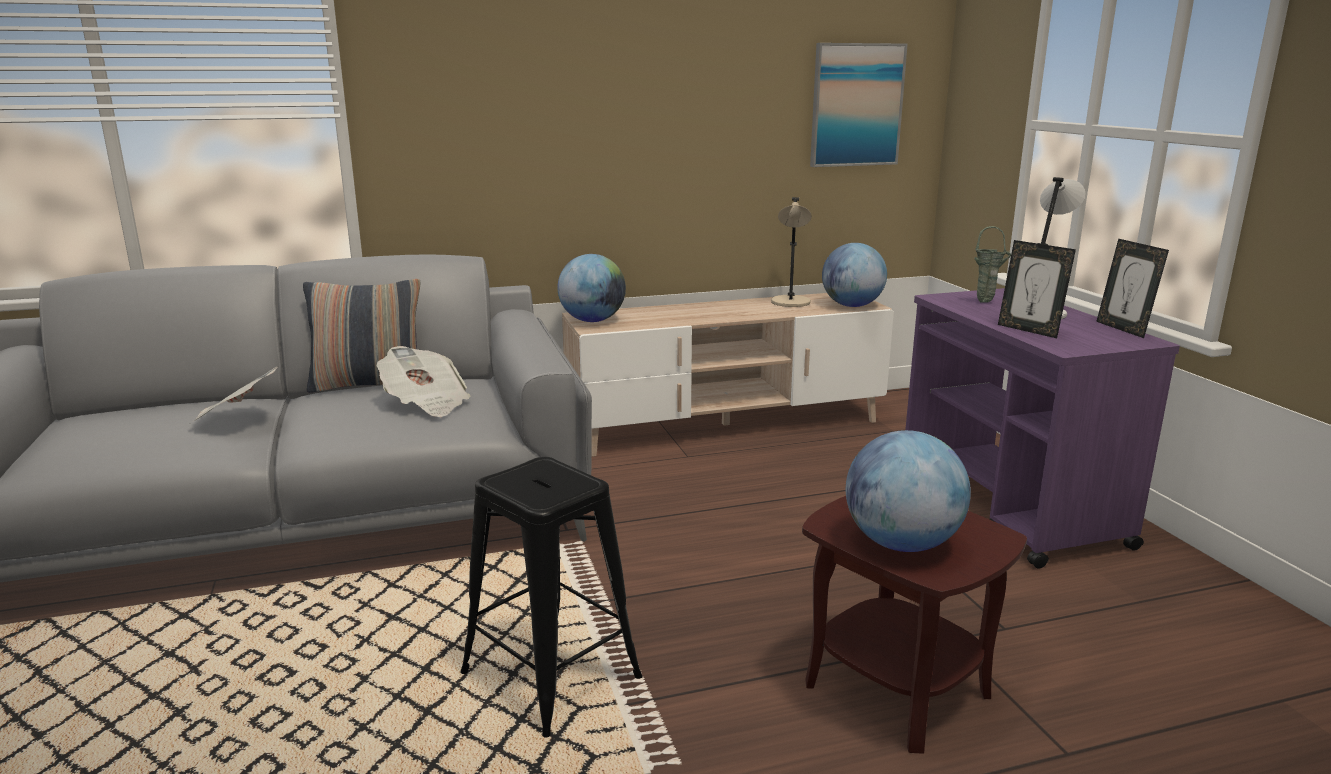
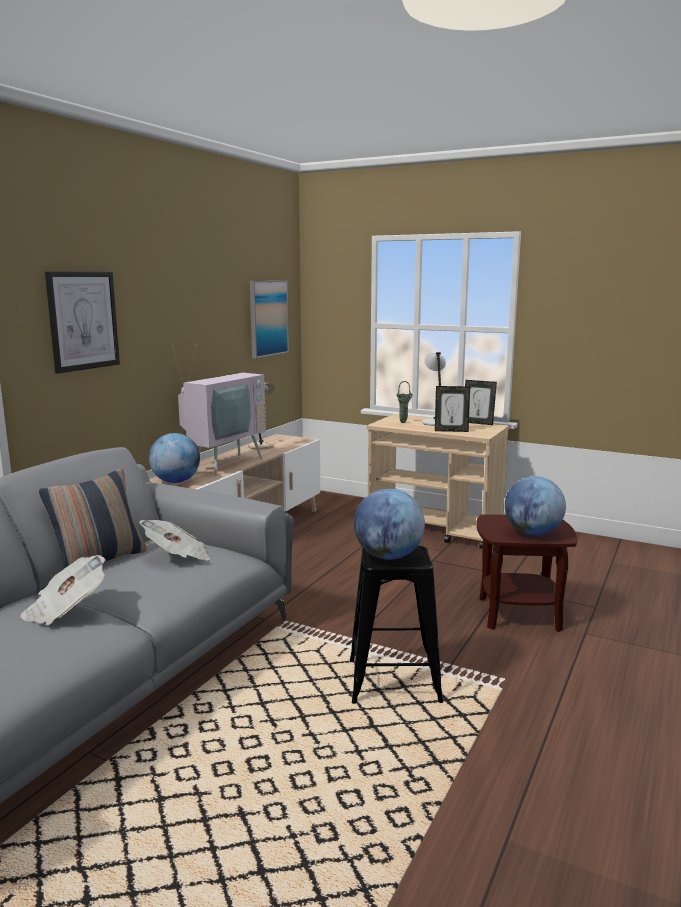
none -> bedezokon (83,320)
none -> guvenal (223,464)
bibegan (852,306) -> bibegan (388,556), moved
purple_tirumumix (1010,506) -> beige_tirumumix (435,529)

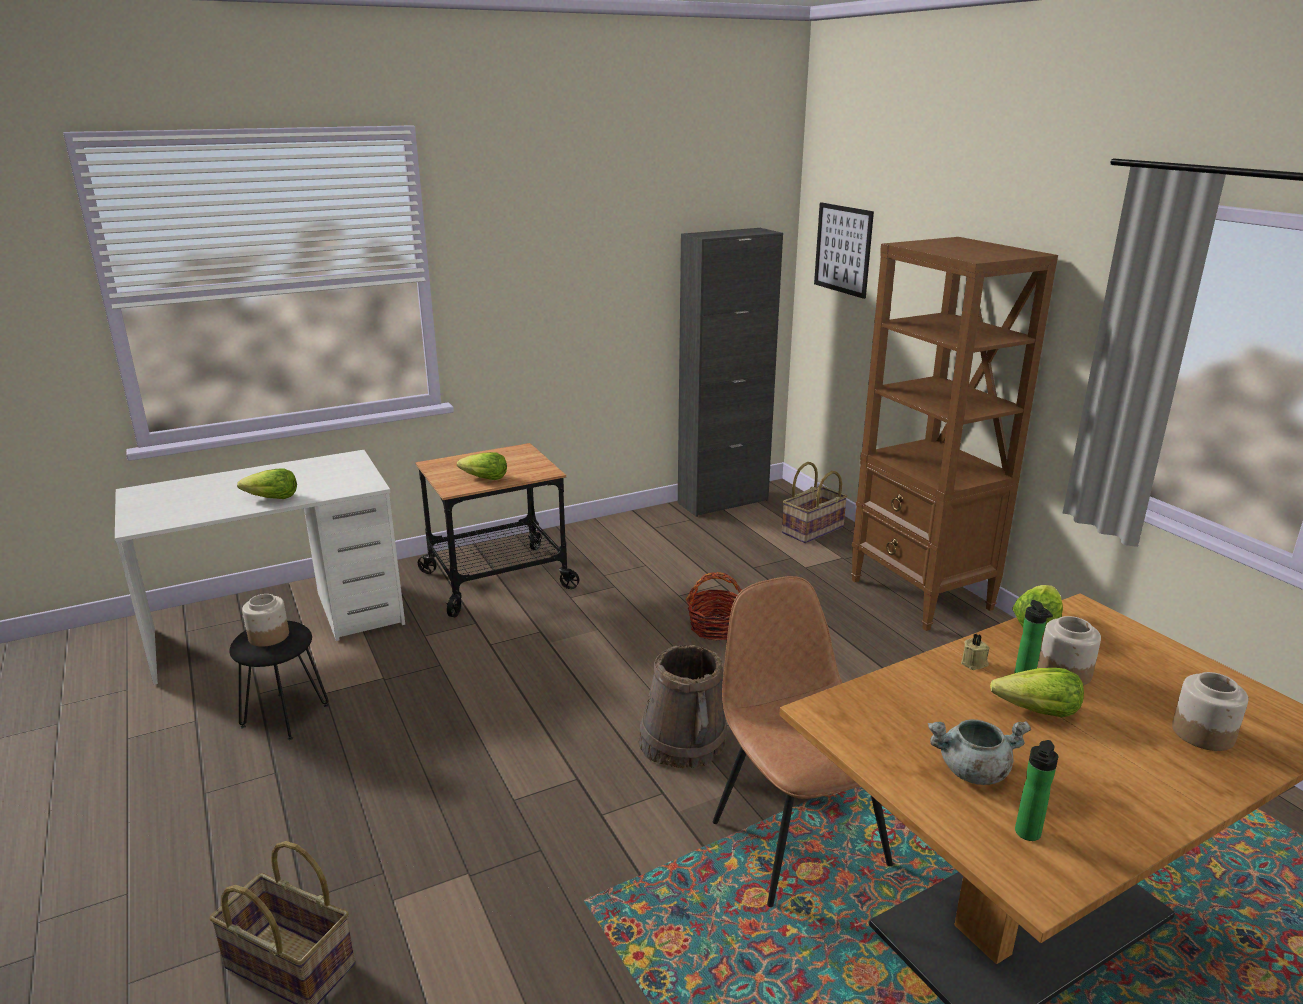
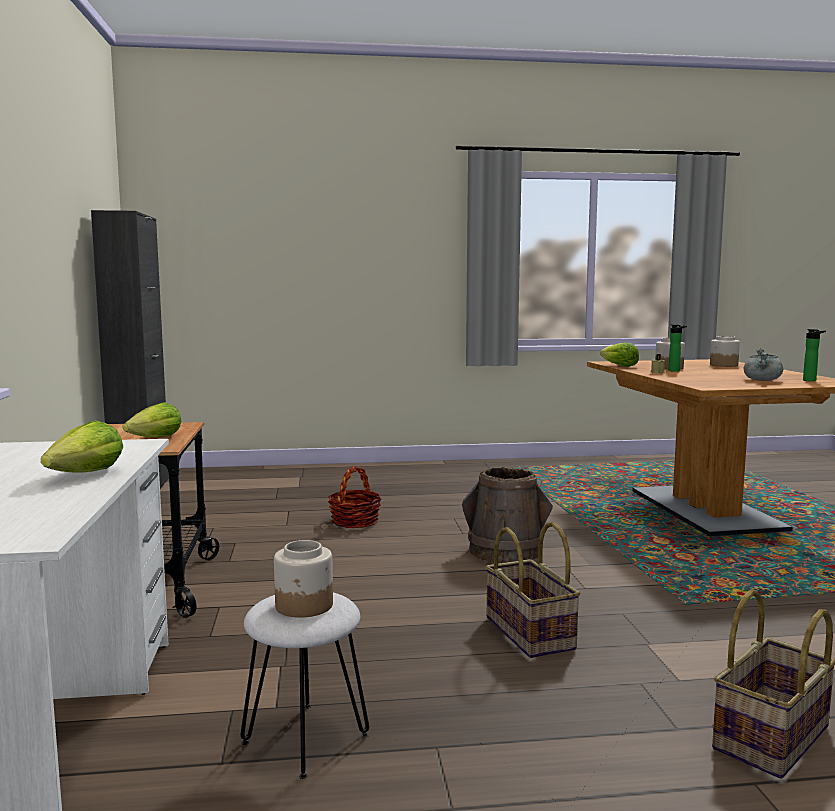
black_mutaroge (284,716) -> white_mutaroge (306,739)
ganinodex (813,530) -> ganinodex (531,633), moved
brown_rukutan (797,840) -> none
bedezokon (843,249) -> none
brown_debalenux (921,595) -> none
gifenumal (1037,712) -> none

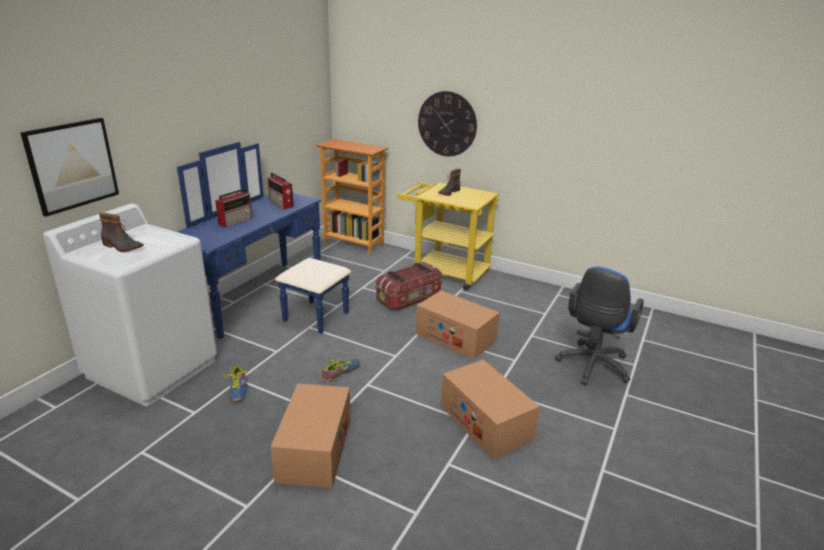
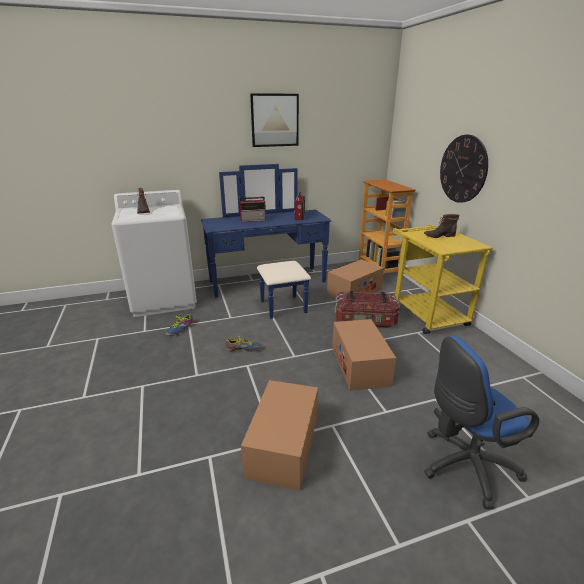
bedezokon (72,165) -> bedezokon (274,120), moved
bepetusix (314,449) -> bepetusix (354,291), moved

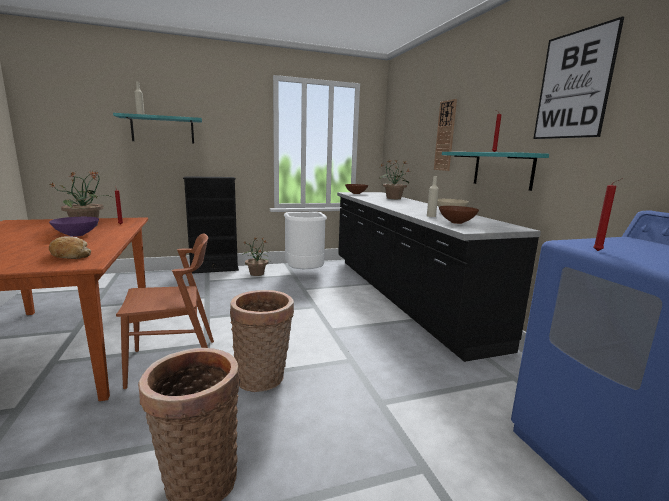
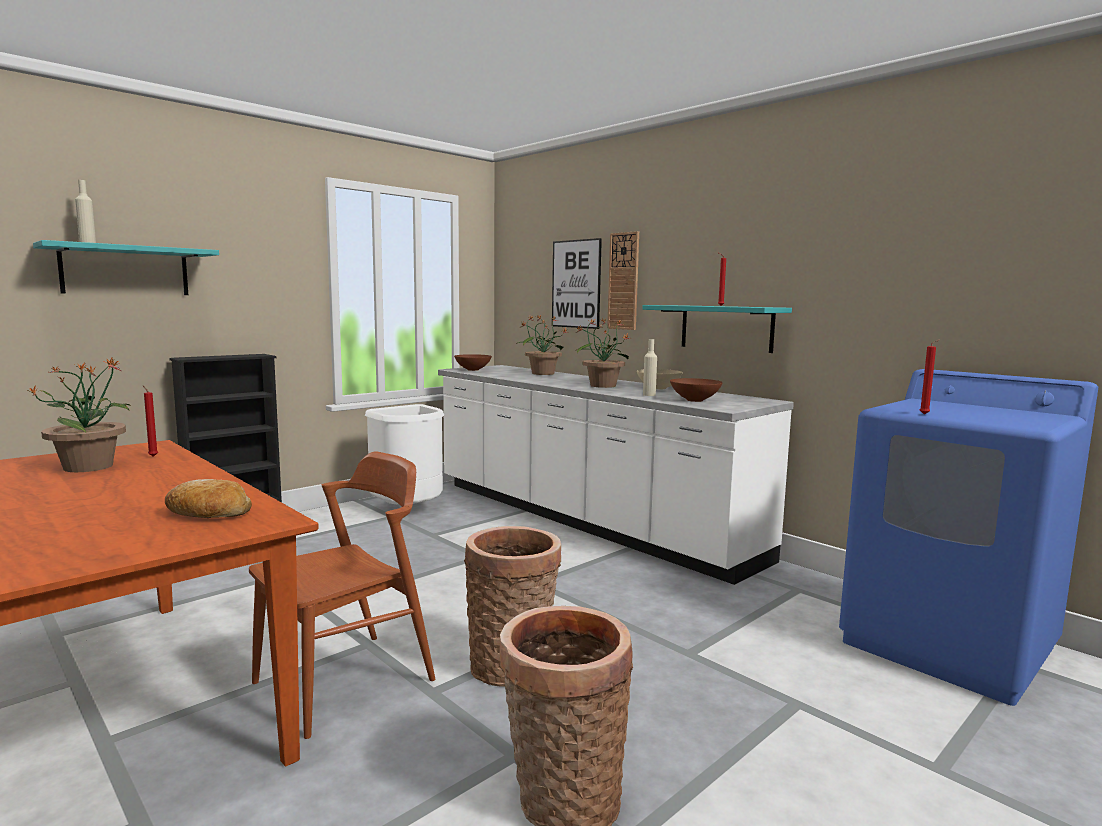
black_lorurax (401,295) -> white_lorurax (584,519)
bedezokon (573,85) -> bedezokon (576,284), moved
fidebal (256,273) -> fidebal (602,385), moved
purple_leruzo (76,235) -> none

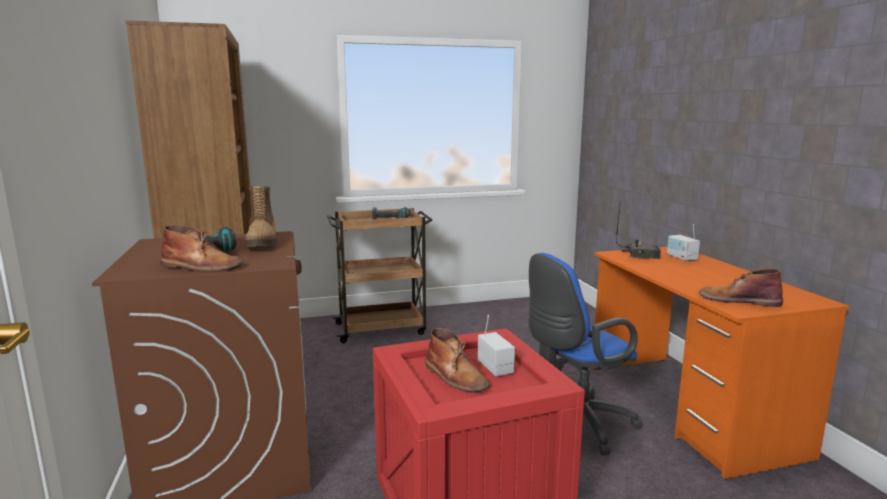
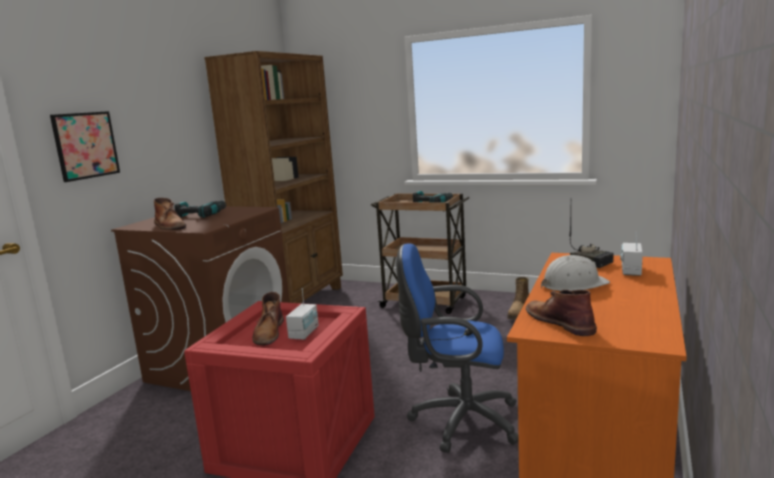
none -> bedezokon (86,145)
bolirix (263,244) -> bolirix (520,314), moved
none -> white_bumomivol (573,284)

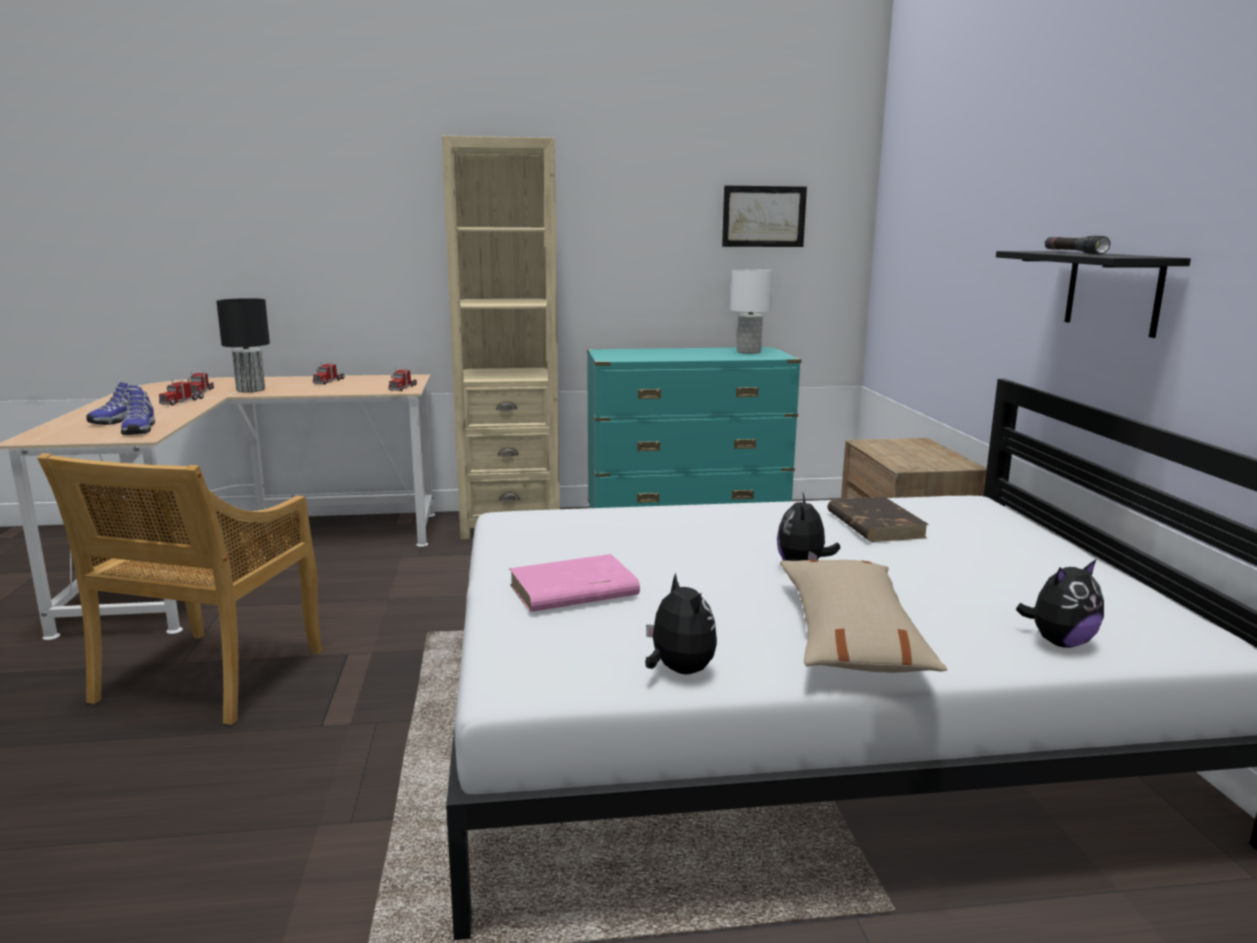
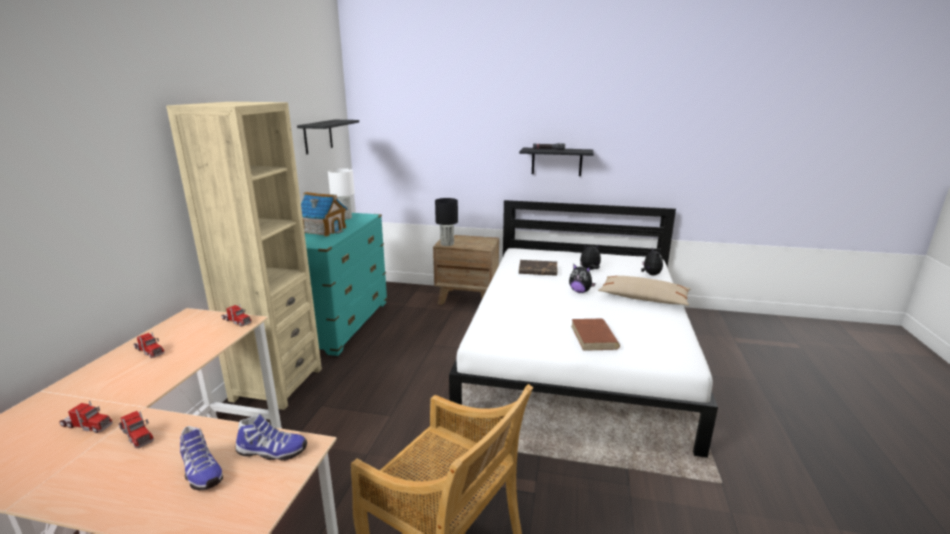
bedezokon (763,216) -> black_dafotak (318,136)
none -> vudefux (323,230)
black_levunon (251,390) -> black_levunon (447,244), moved
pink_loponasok (572,591) -> brown_loponasok (594,337)
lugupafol (678,671) -> lugupafol (590,269), moved

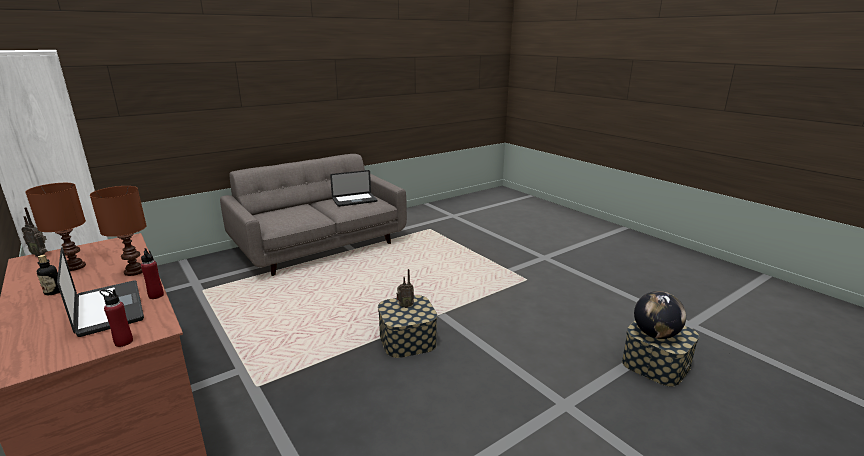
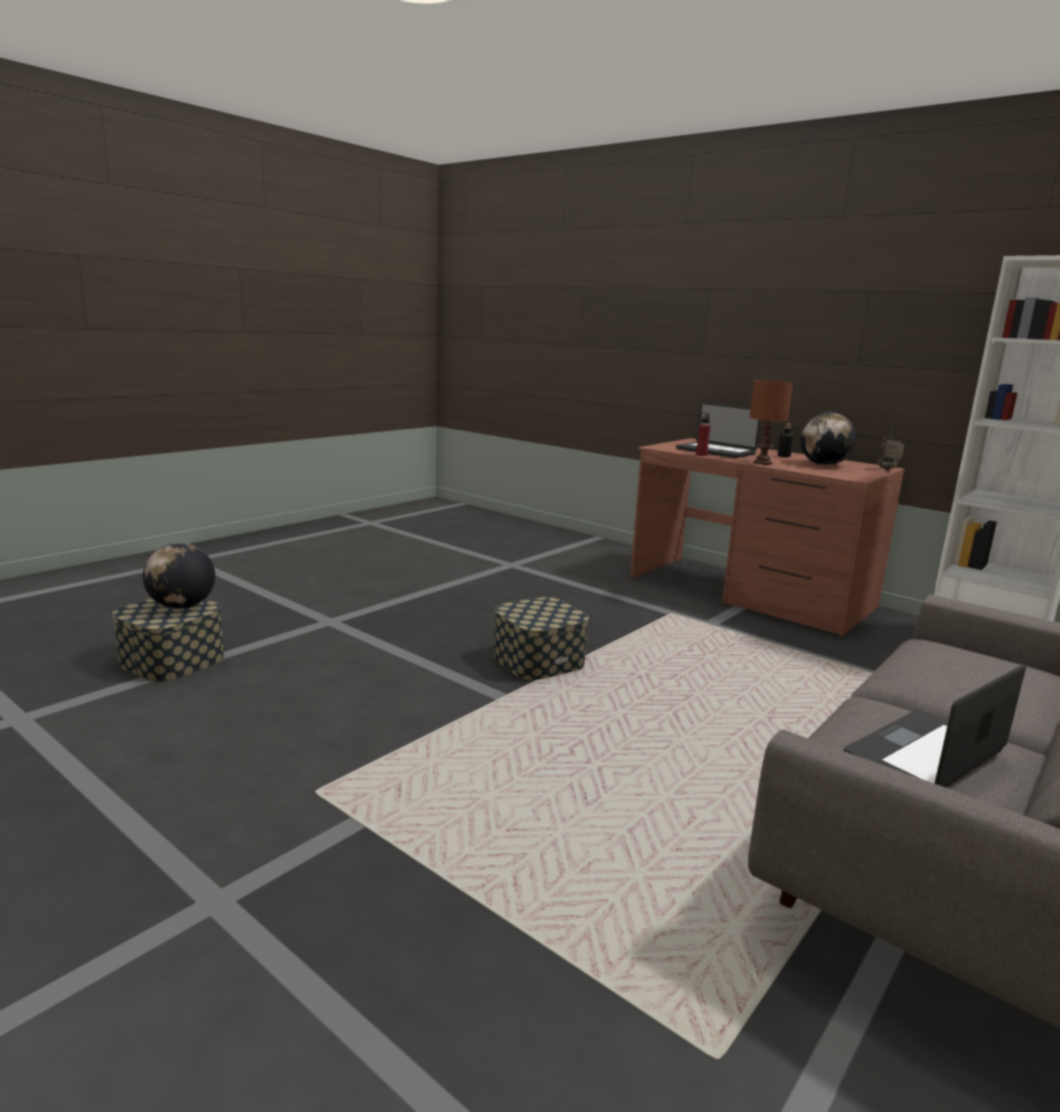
brown_levunon (76,266) -> bibegan (823,464)
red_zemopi (123,342) -> none
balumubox (405,306) -> none

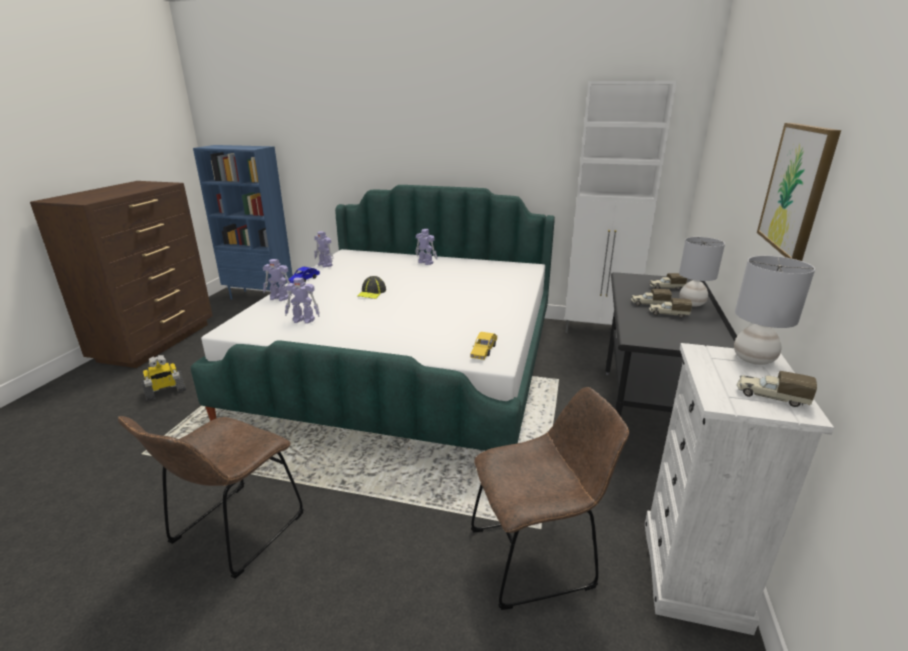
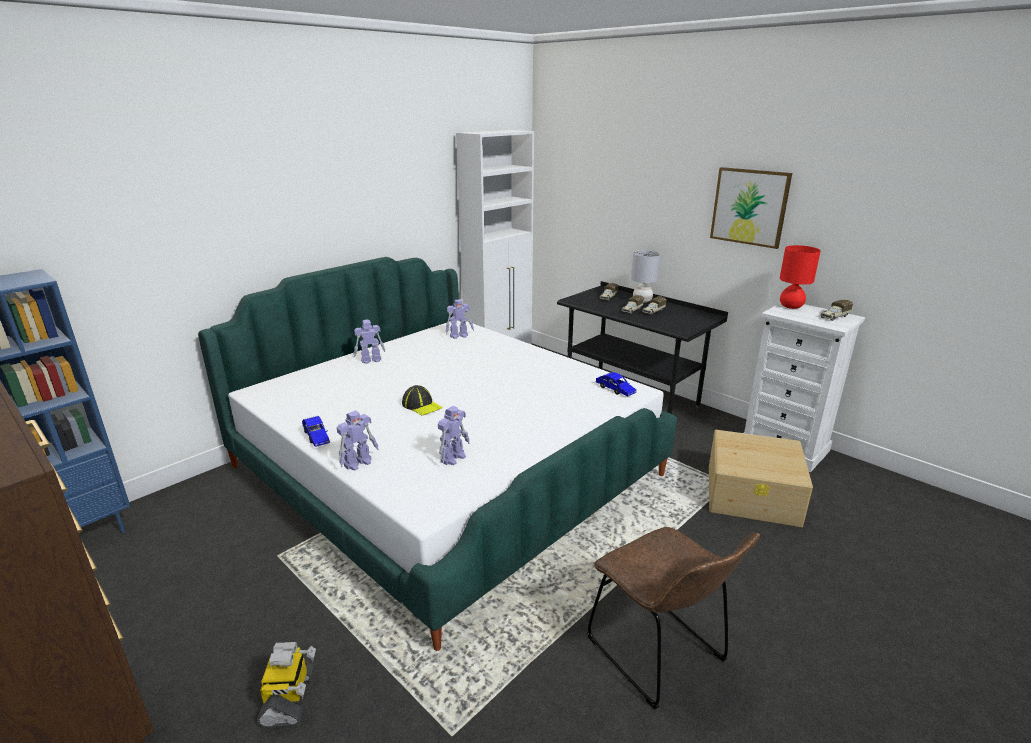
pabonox (325,265) -> pabonox (459,336), moved
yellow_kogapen (484,351) -> blue_kogapen (615,390)
brown_rukutan (537,556) -> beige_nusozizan (753,494)
grey_levunon (754,359) -> red_levunon (791,306)

